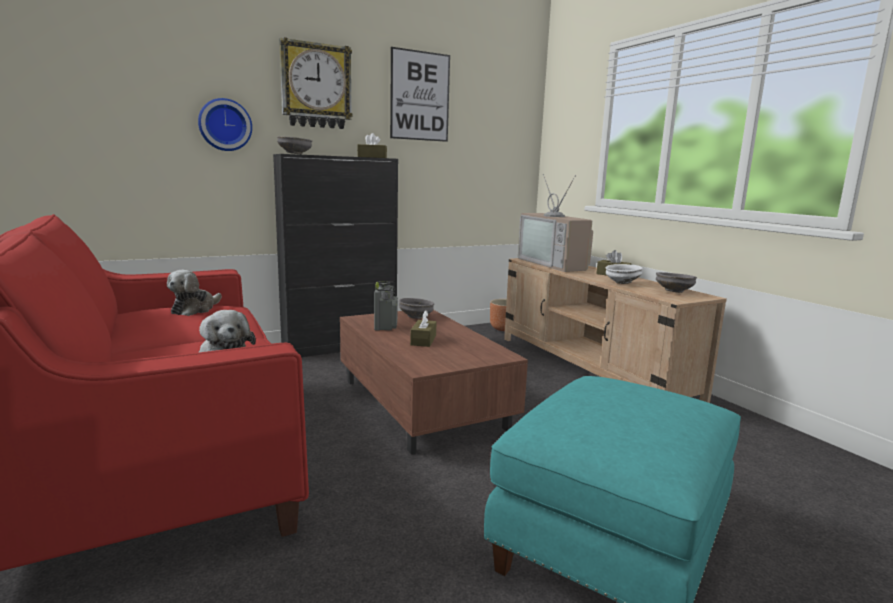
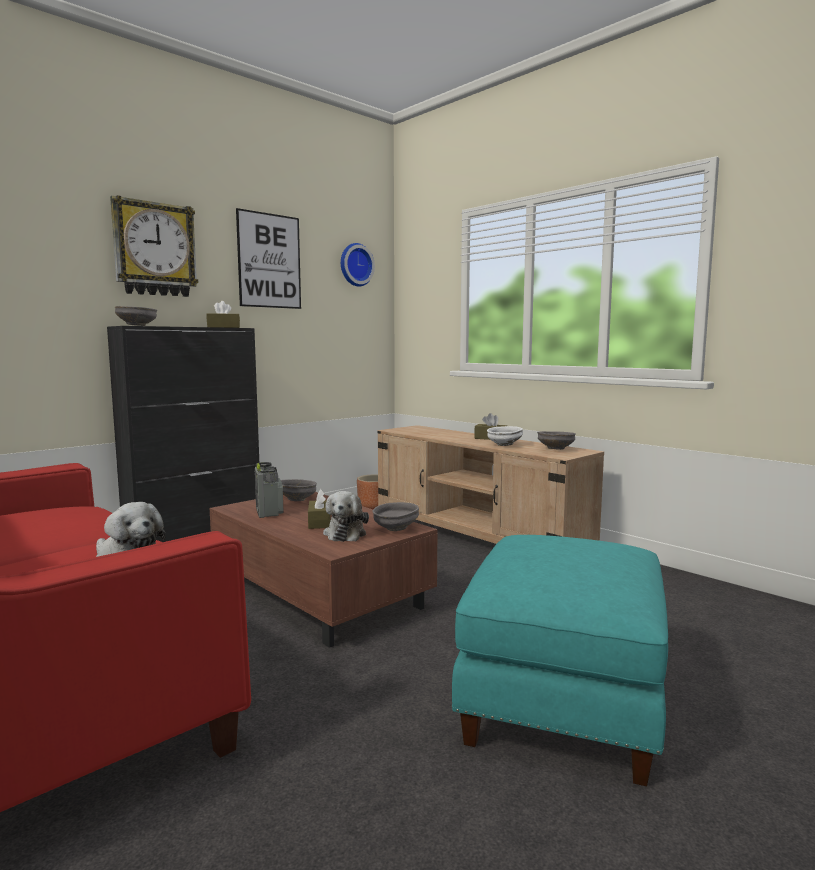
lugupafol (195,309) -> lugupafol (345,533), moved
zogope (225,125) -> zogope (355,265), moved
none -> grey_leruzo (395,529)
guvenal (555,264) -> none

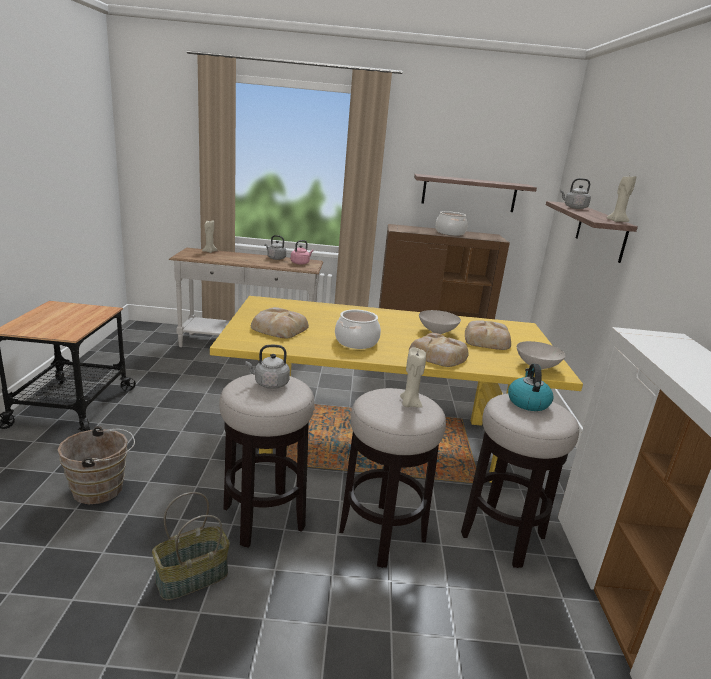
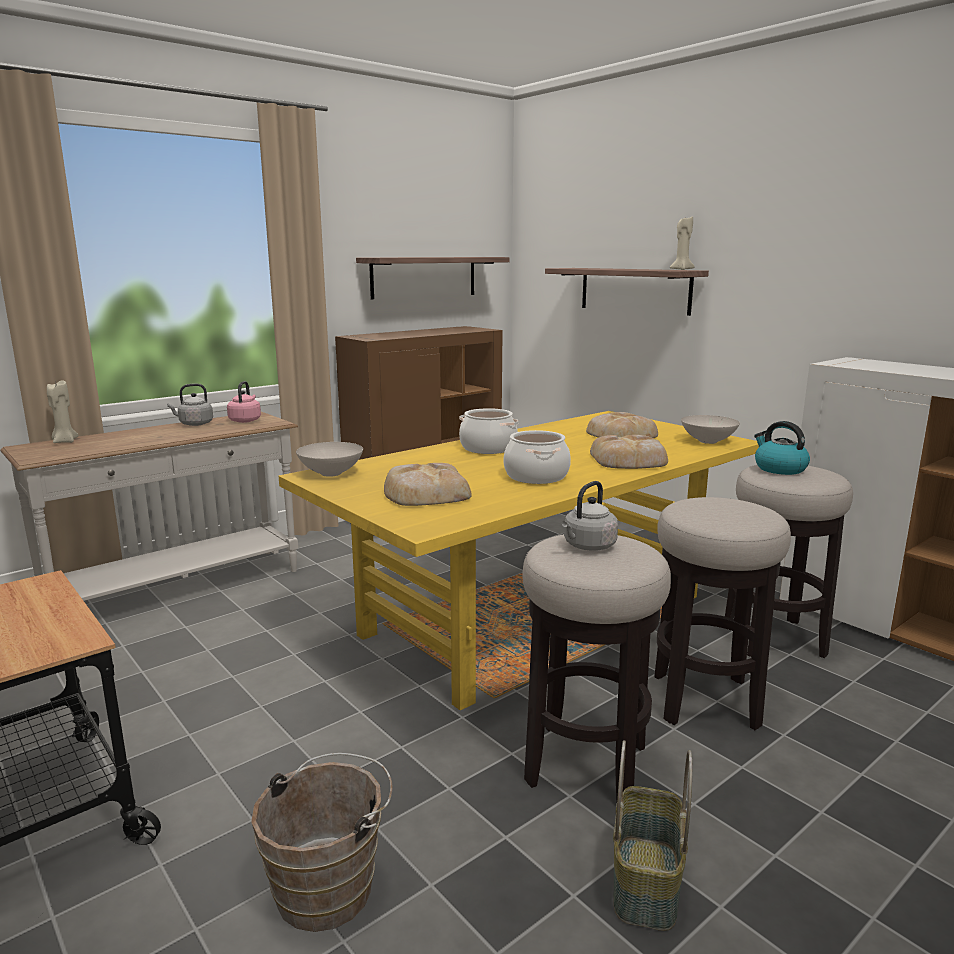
white_leruzo (436,331) -> white_leruzo (330,474), moved
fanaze (449,233) -> fanaze (488,448), moved
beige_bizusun (409,404) -> none
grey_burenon (574,208) -> none

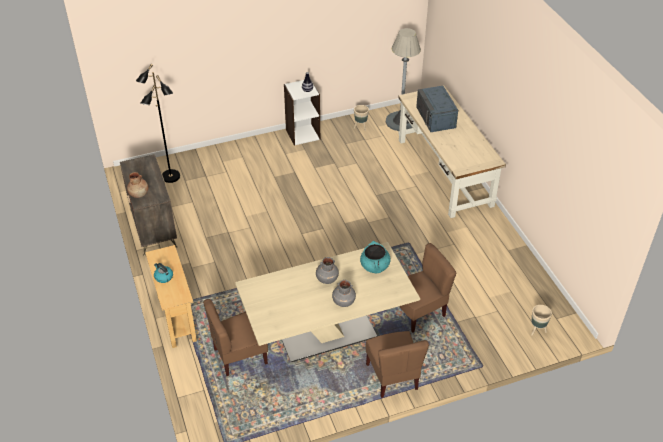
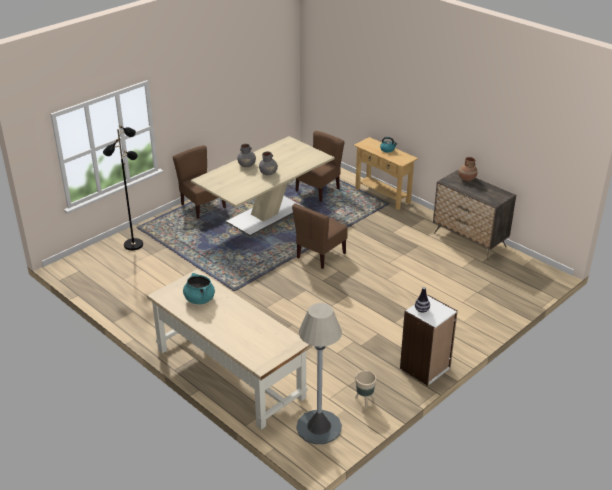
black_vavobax (170,177) -> black_vavobax (133,244), moved
turquoise_fanaze (375,266) -> turquoise_fanaze (199,299), moved
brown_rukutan (419,311) -> brown_rukutan (320,255), moved
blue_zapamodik (436,117) -> none
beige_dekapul (537,330) -> none

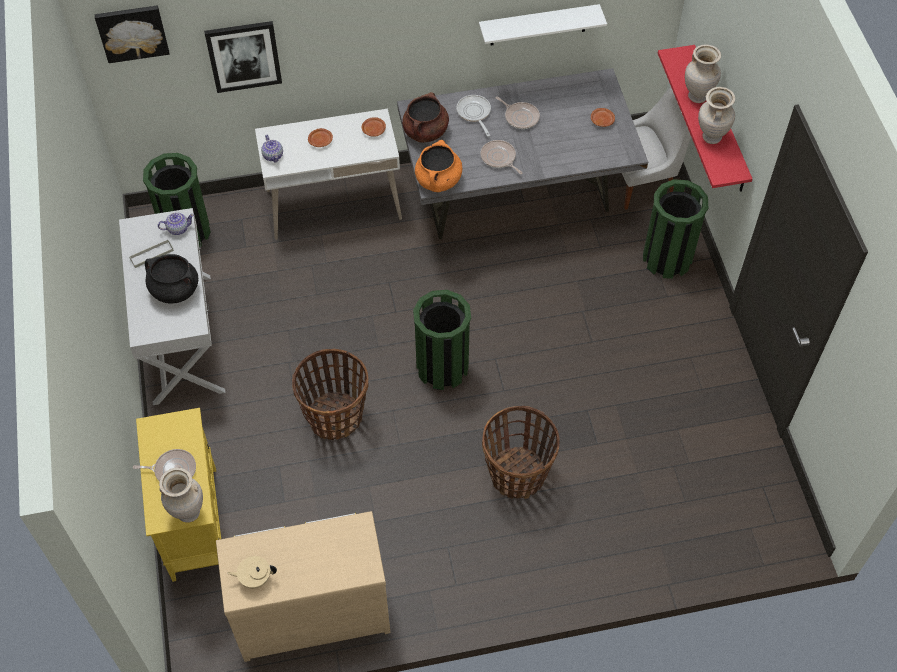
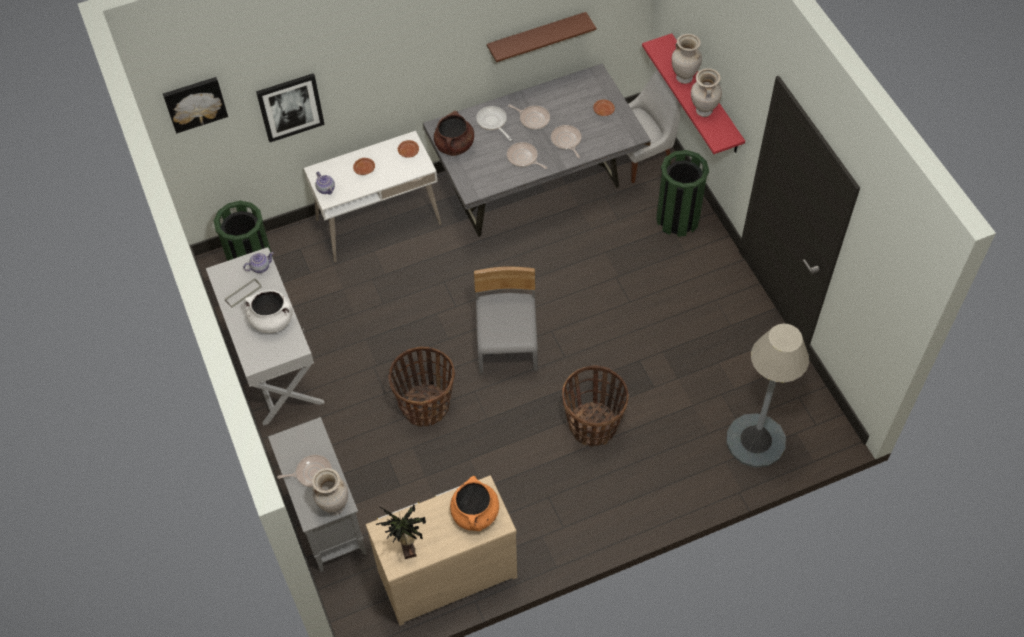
black_fanaze (174,290) -> white_fanaze (271,321)
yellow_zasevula (194,522) -> grey_zasevula (326,518)
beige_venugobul (255,578) -> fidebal (406,548)
orange_fanaze (438,180) -> orange_fanaze (475,513), moved
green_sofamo (442,367) -> grey_rukutan (508,347)
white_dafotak (538,25) -> brown_dafotak (536,38)
none -> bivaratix (566,141)
none -> grey_vavobax (756,441)

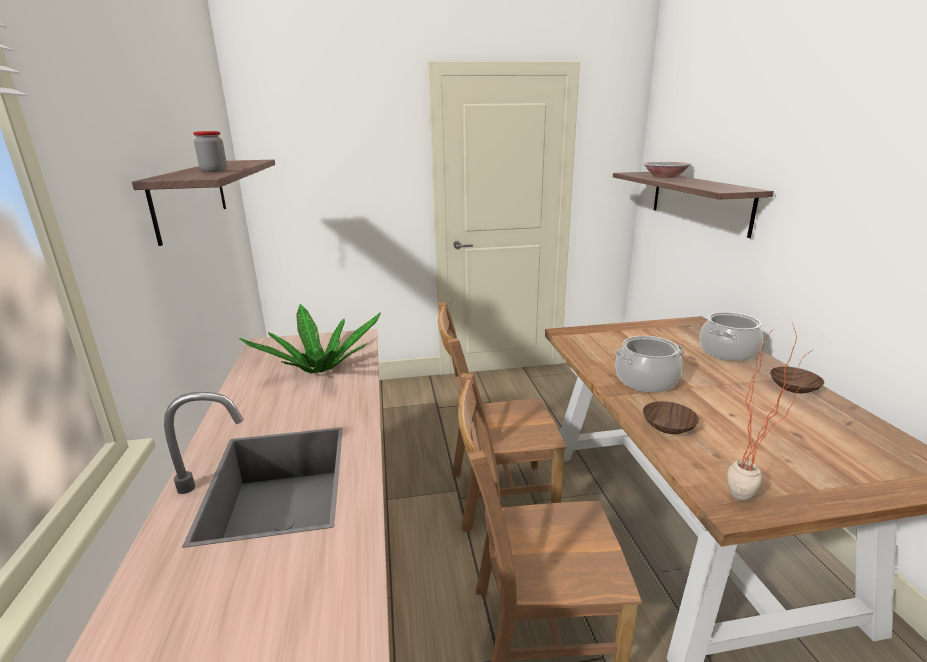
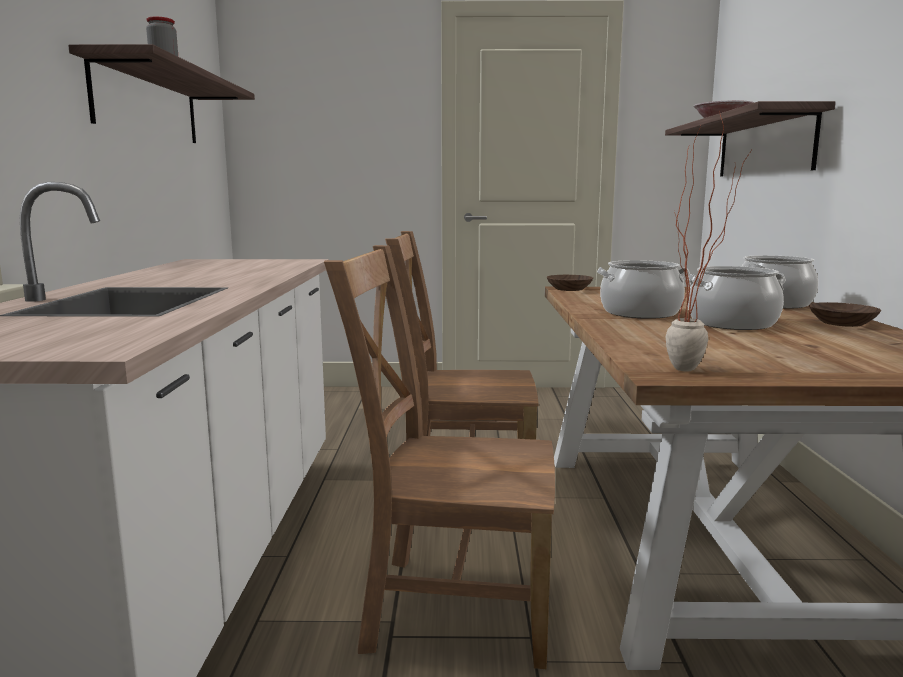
brown_leruzo (668,425) -> brown_leruzo (569,289), moved
none -> fanaze (732,323)
fidebal (320,369) -> none

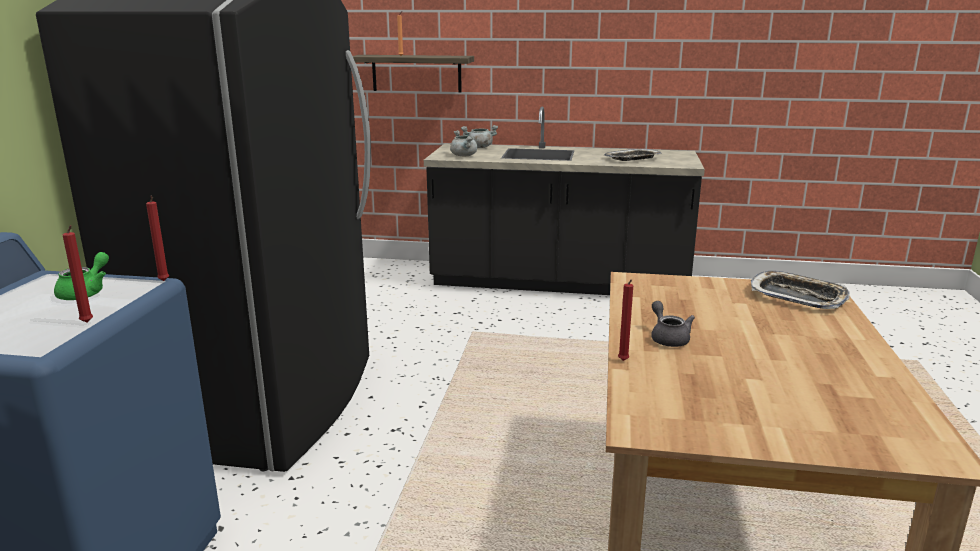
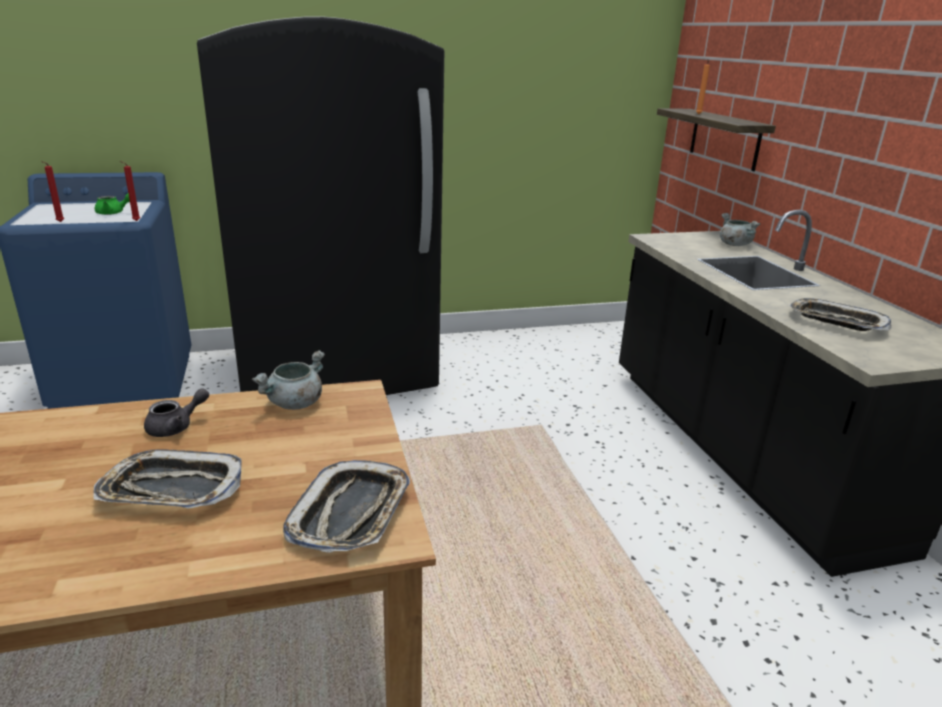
none -> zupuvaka (172,489)
grey_fanaze (464,156) -> grey_fanaze (294,404), moved
red_bizusun (623,361) -> none

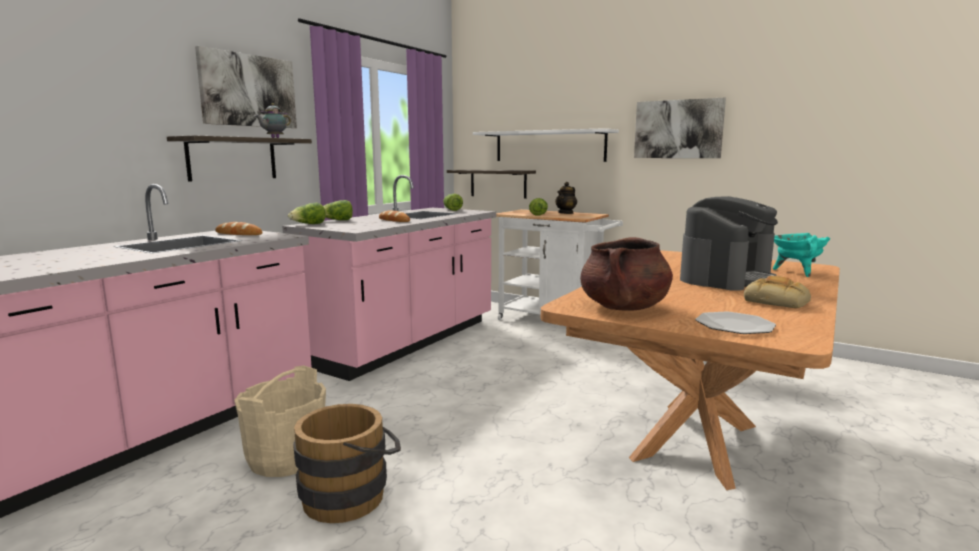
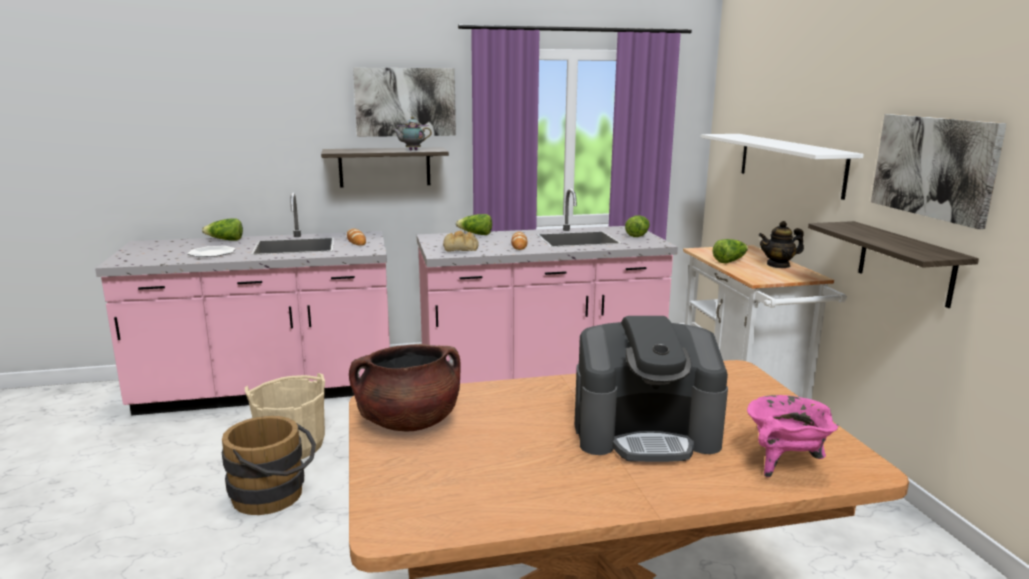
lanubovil (734,325) -> lanubovil (212,253), moved
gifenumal (308,224) -> gifenumal (225,240), moved
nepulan (777,301) -> nepulan (461,248), moved
turquoise_fanaze (796,272) -> pink_fanaze (784,463)
dafotak (498,183) -> dafotak (905,263), moved

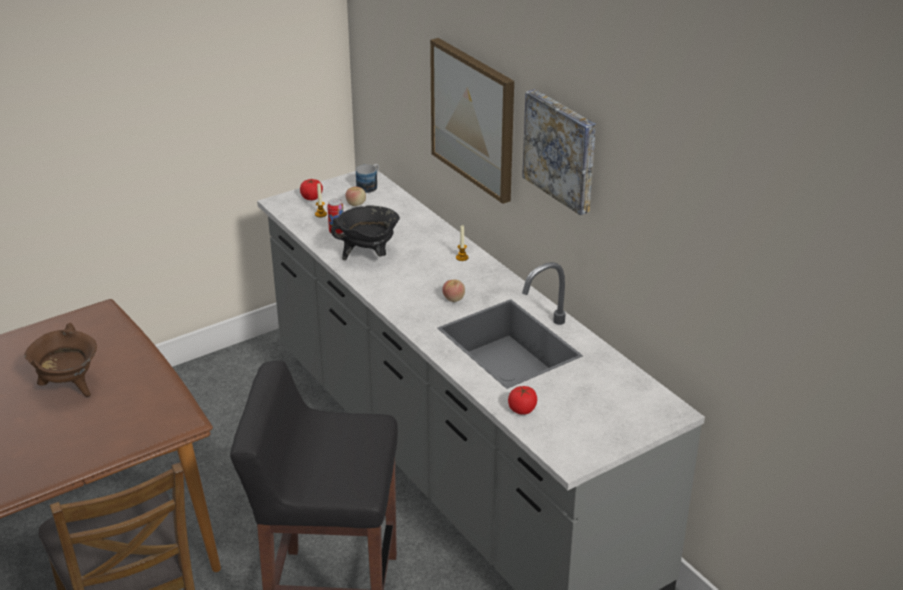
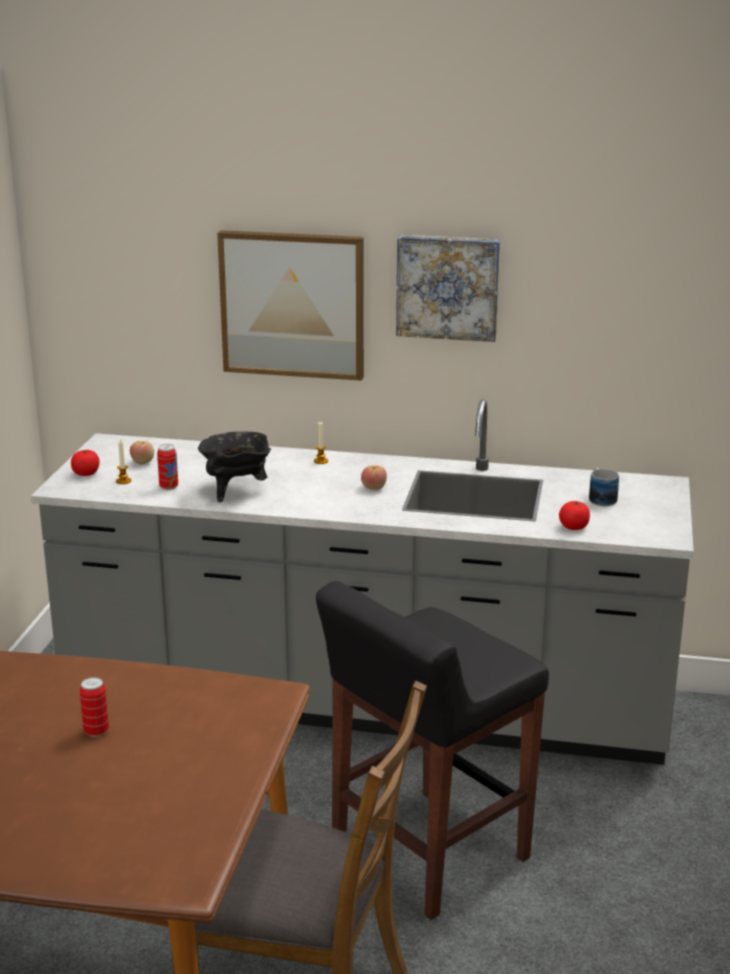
brown_fanaze (70,387) -> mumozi (96,731)
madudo (369,186) -> madudo (600,498), moved

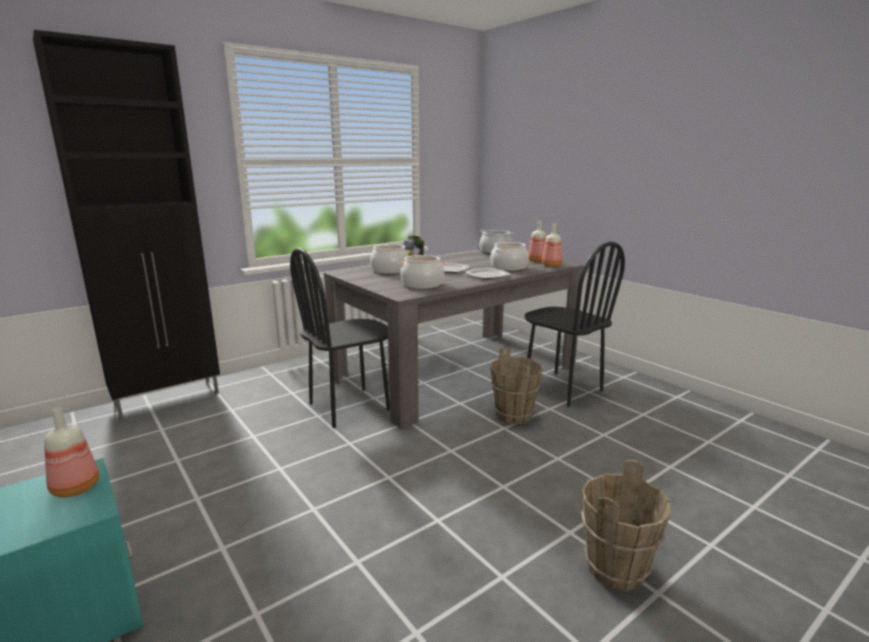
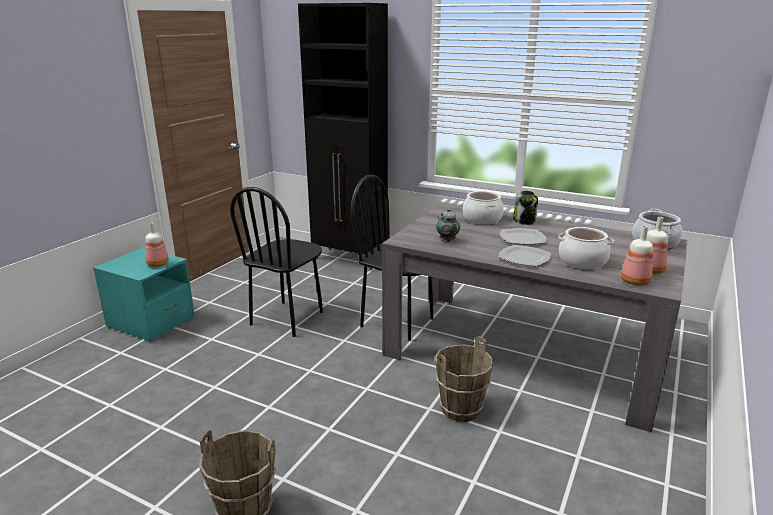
black_rukutan (562,388) -> black_rukutan (287,318), moved
fanaze (422,284) -> venugobul (447,240)

